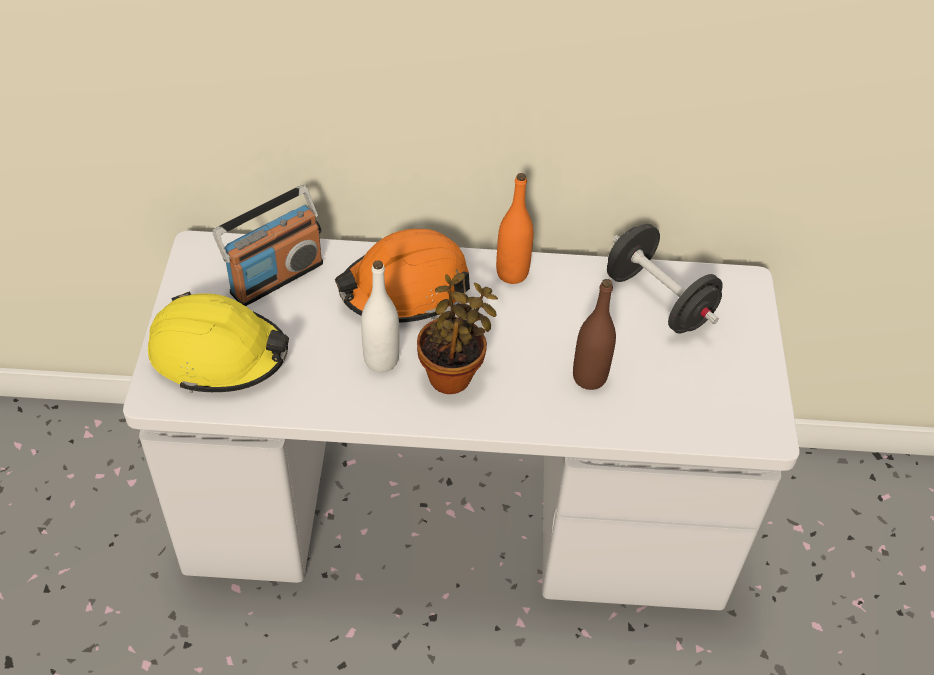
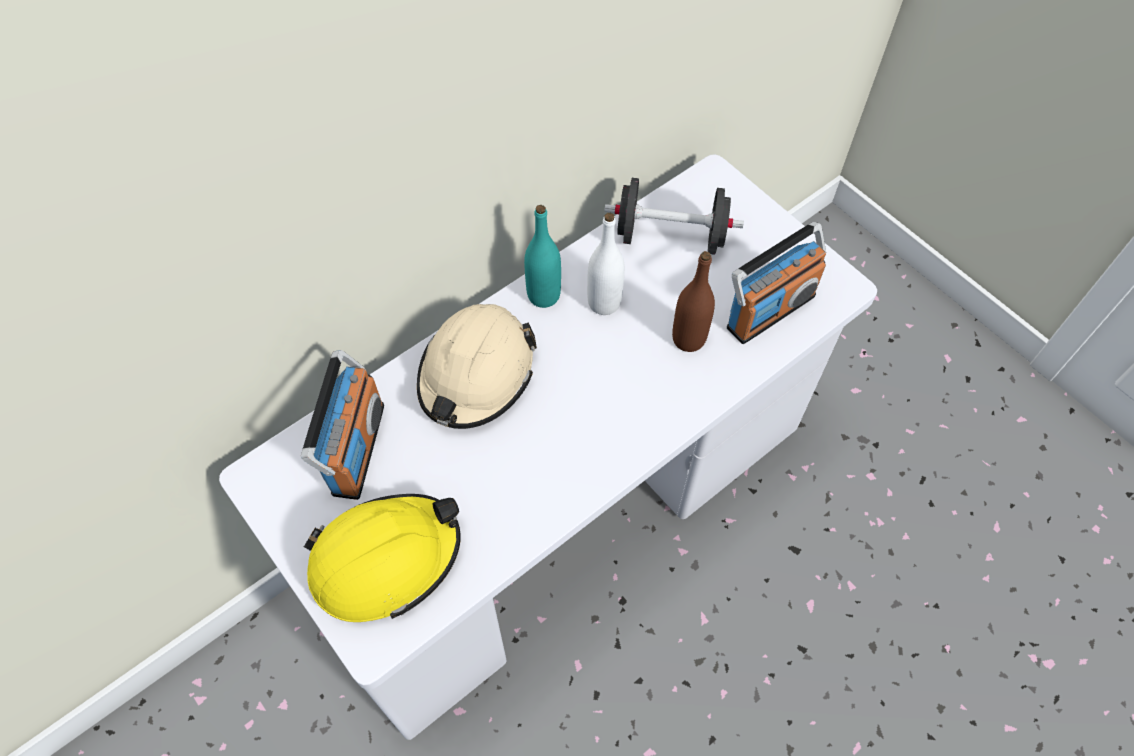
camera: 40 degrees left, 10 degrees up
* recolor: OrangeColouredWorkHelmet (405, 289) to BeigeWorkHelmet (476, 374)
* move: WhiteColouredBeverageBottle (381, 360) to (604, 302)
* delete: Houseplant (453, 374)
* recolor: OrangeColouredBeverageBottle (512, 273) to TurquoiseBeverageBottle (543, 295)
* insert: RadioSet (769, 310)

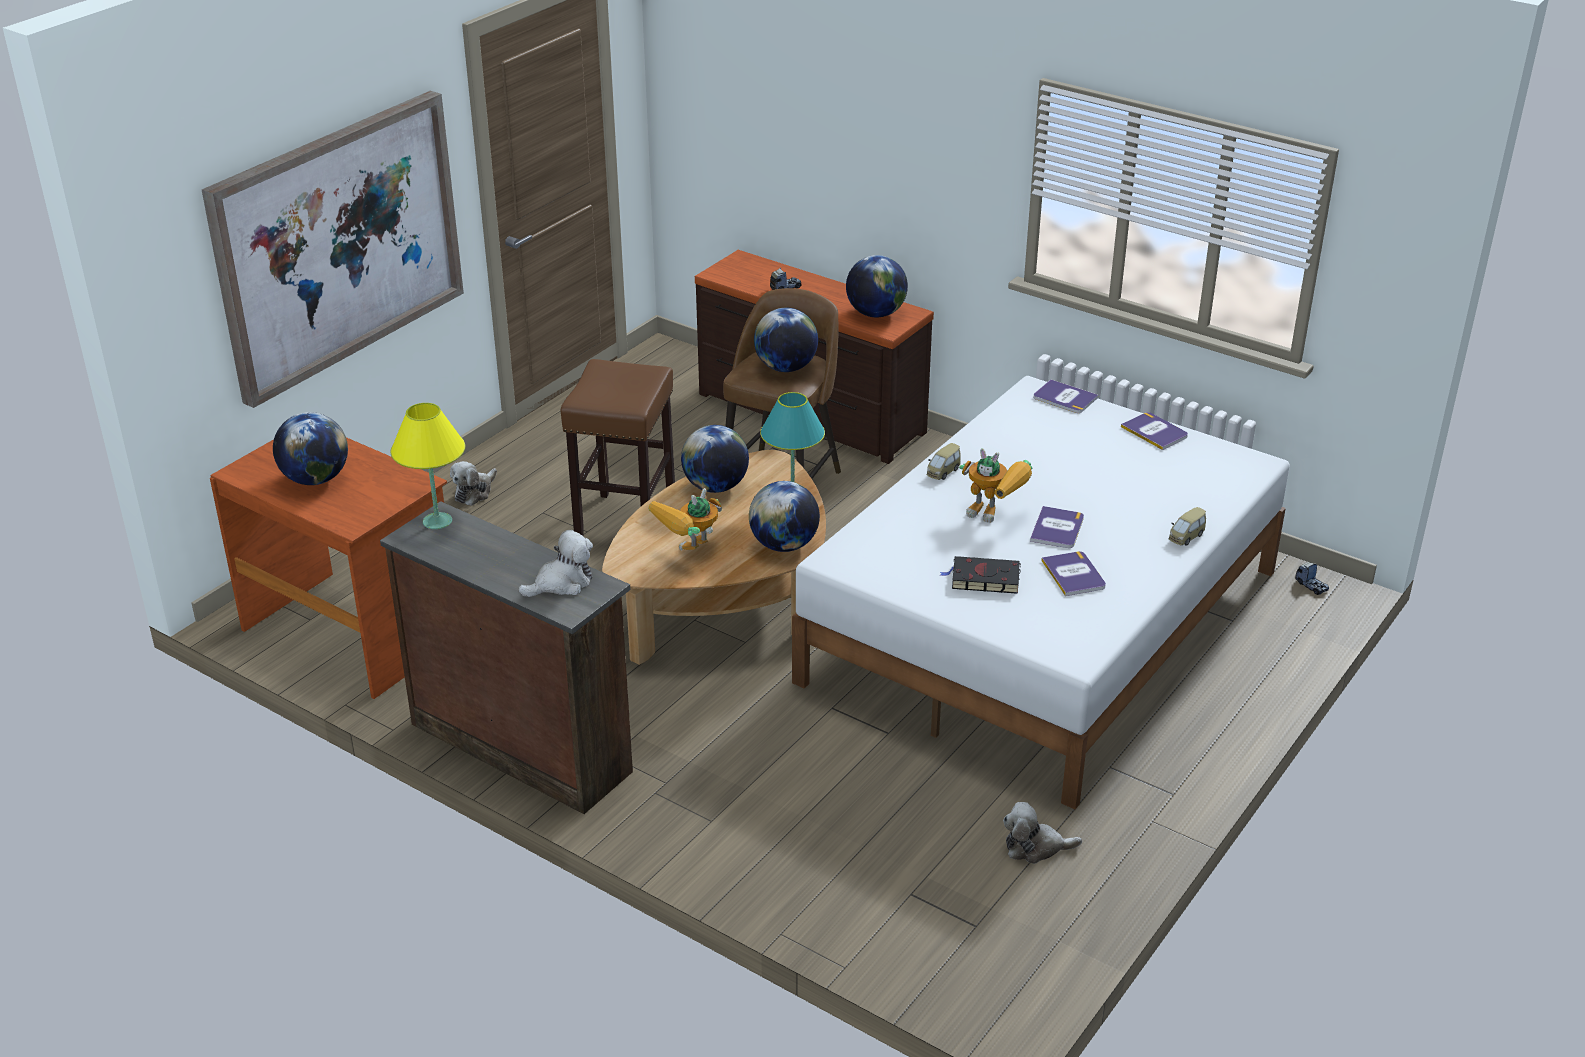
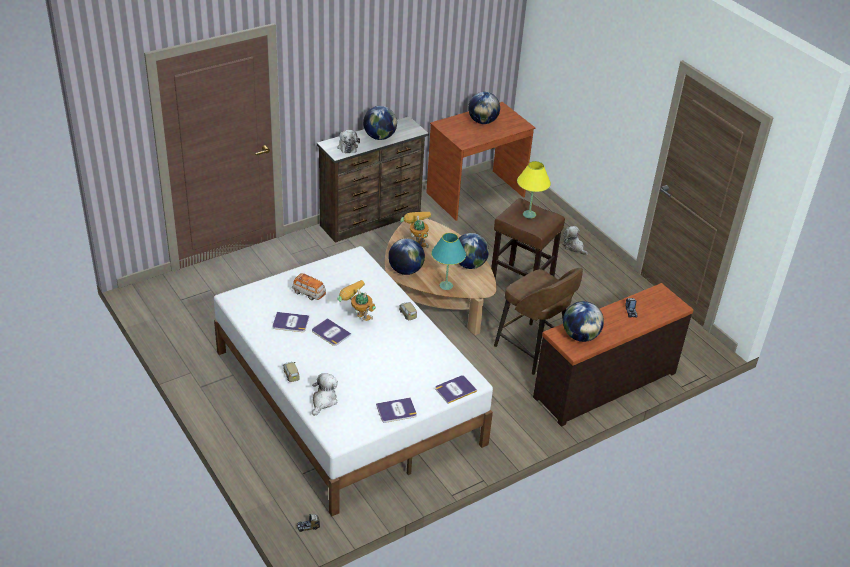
camera: 110 degrees right, 5 degrees up
* delete: WallPicture (338, 243)
* move: YellowTableLamp (437, 521) to (529, 214)
* move: WorldGlobe (786, 368) to (379, 137)
* replace: BlackBoundBook (983, 579) to ModelCar (309, 293)
* rotate: RobotFigure (995, 515) = (357, 317) 75 degrees clockwise
* move: SoftToy (1035, 847) to (323, 401)

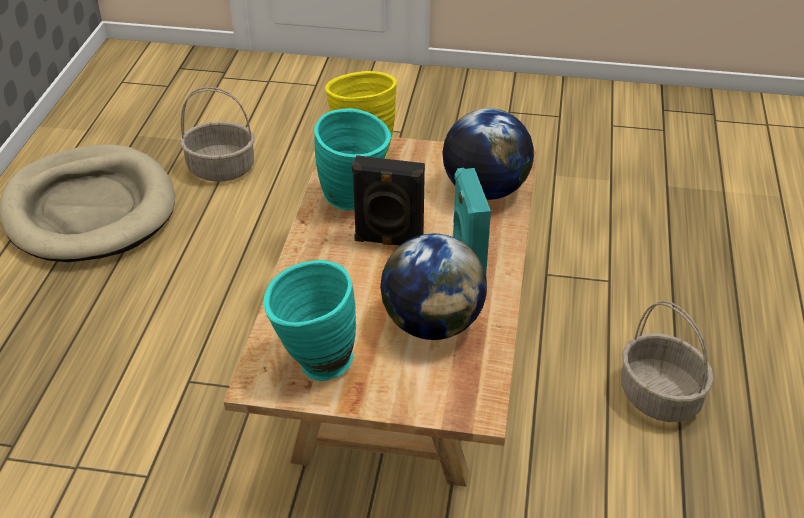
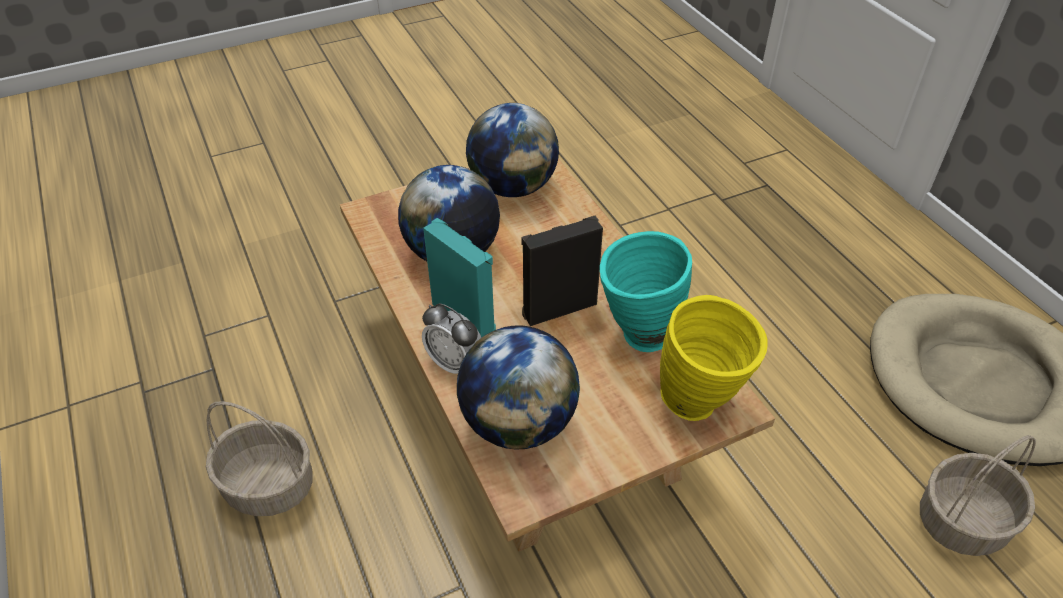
camera: 145 degrees right, 5 degrees up
* replace: TurquoiseFlowerVase (313, 365) to WorldGlobe (513, 187)
* insert: BedsideClock (454, 363)

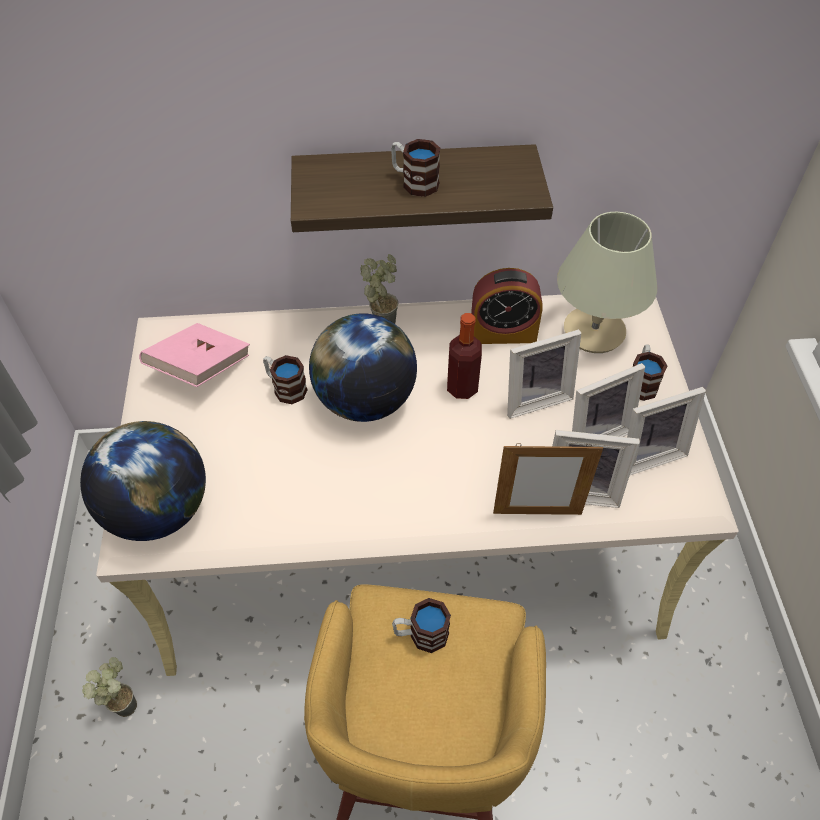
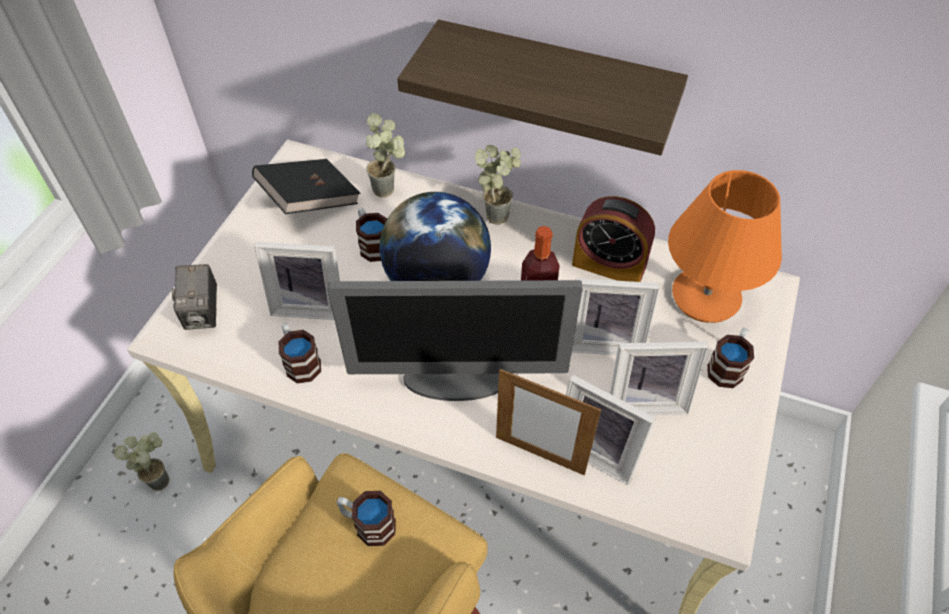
camera: 25 degrees right, 0 degrees up
* replace: WorldGlobe (159, 510) to PhotoCamera (203, 313)
* recolor: PinkColouredBoundBook (200, 368) to BlackBoundBook (310, 201)
* move: Mug (414, 182) to (300, 362)
* recolor: BeigeTableLamp (594, 332) to OrangeColouredTableLamp (706, 297)
* move: PictureFrame (646, 454) to (310, 305)
* insert: ComputerDisplay (458, 379)
* insert: Houseplant (390, 190)

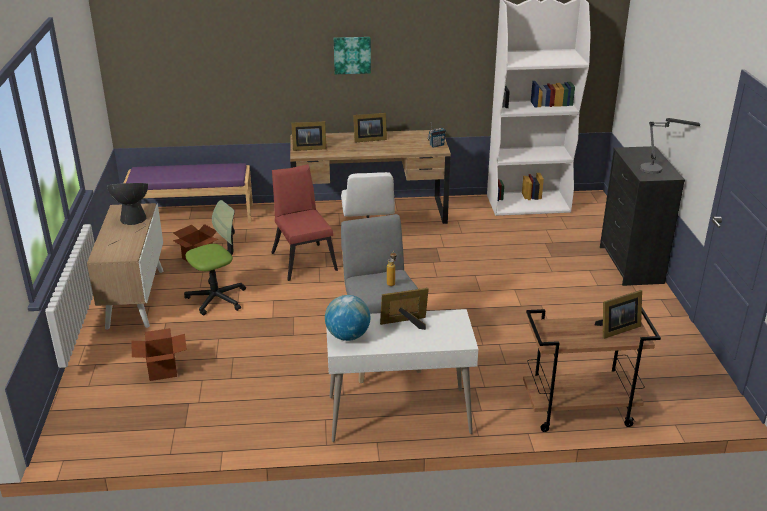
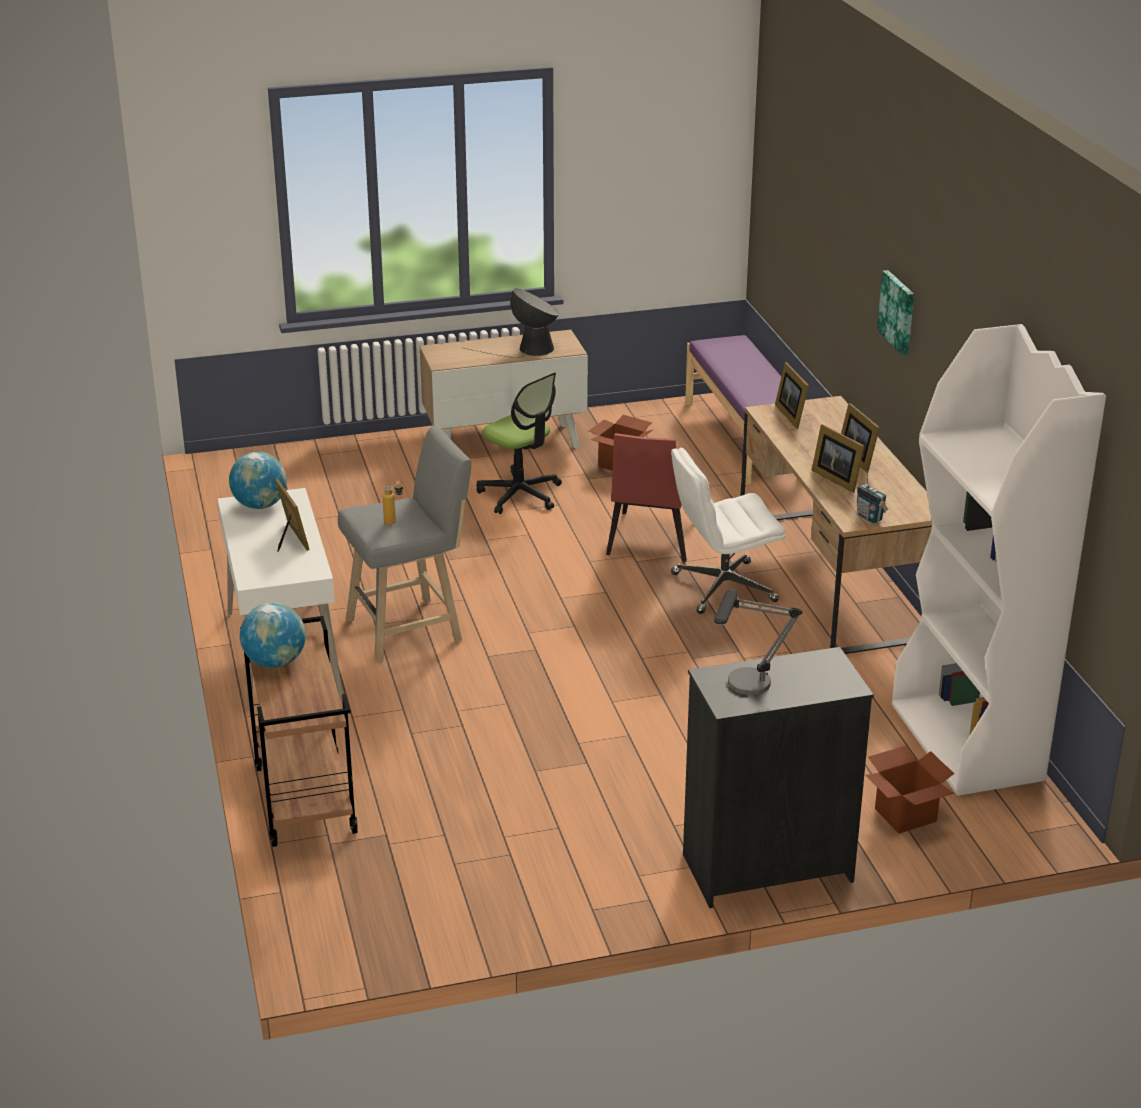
camera: 80 degrees right, 0 degrees up
* move: PackingBox (162, 370) to (905, 815)
* rotate: ReddishChair (303, 259) = (650, 541) 135 degrees clockwise
* move: PictureFrame (616, 329) to (836, 478)
* insert: WorldGlobe (275, 662)

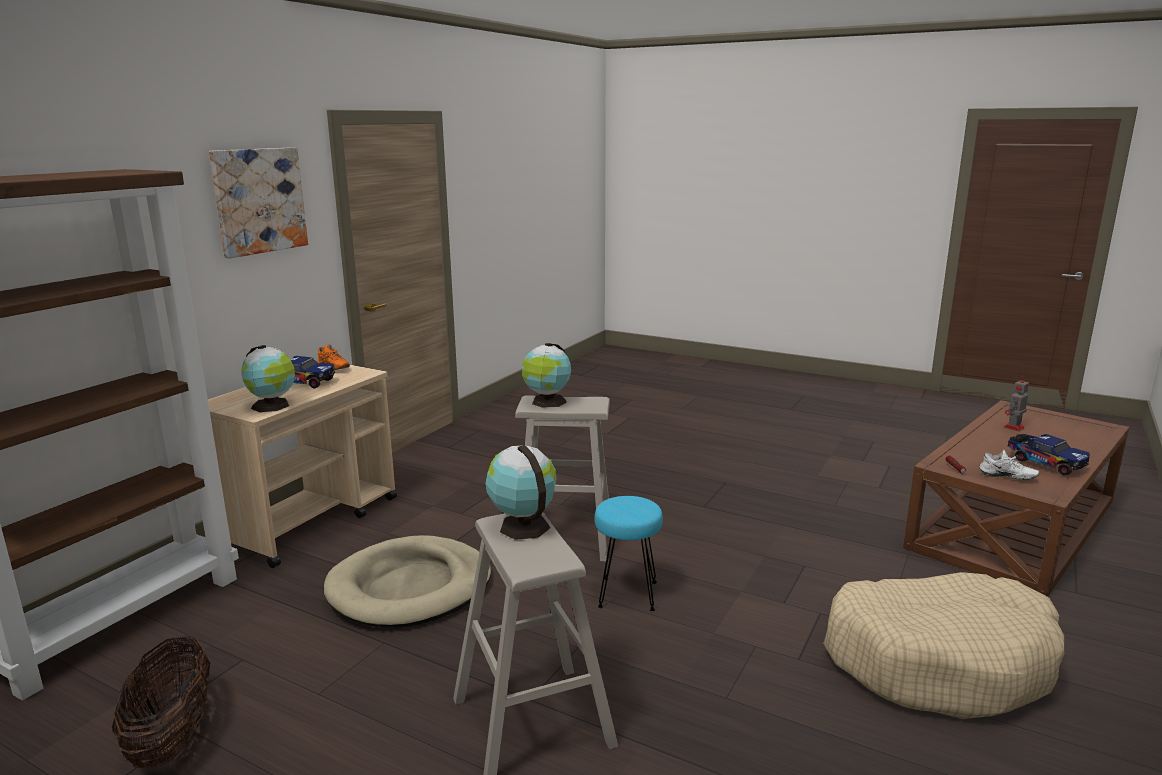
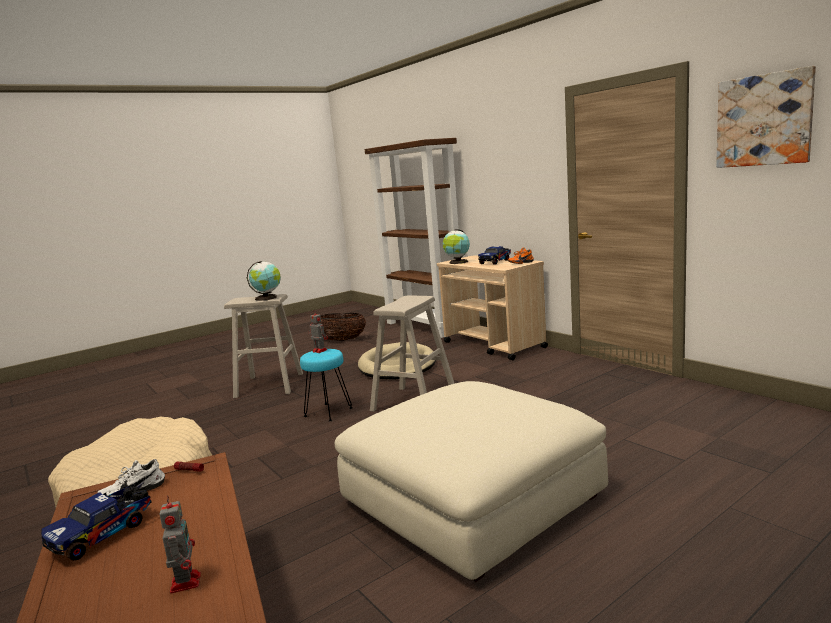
camera: 115 degrees right, 5 degrees down
* move: WallPicture (259, 200) to (764, 120)
* delete: WorldGlobe (547, 402)
* rotate: ToyTruck (1044, 463) = (104, 533) 45 degrees counterclockwise
* insert: RobotFigure (319, 350)
* insert: BeigePouffe (472, 499)

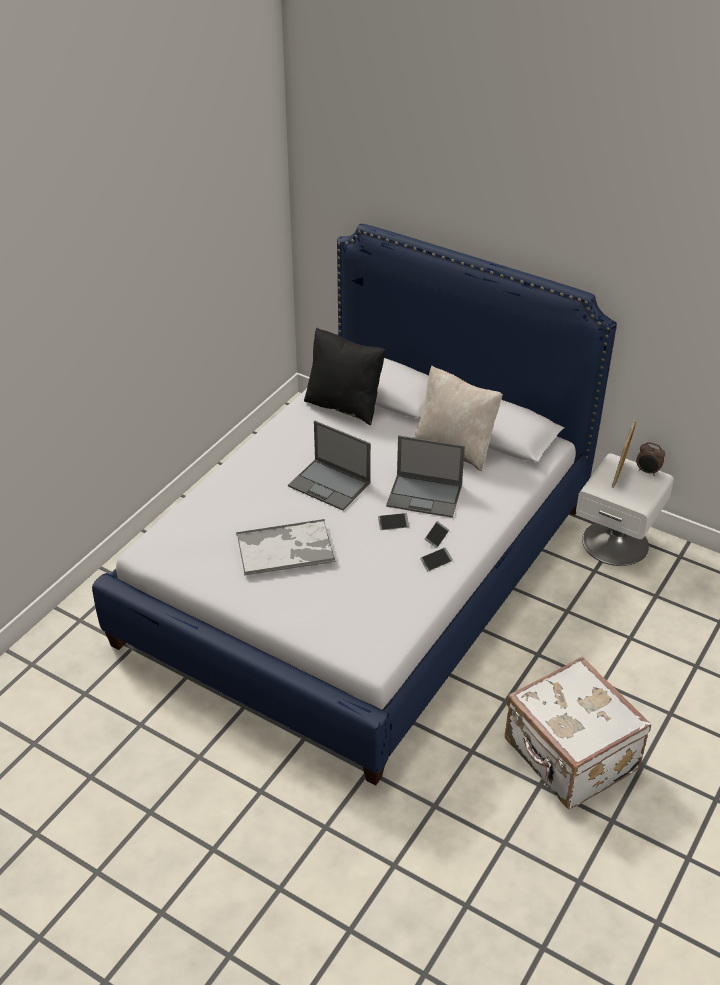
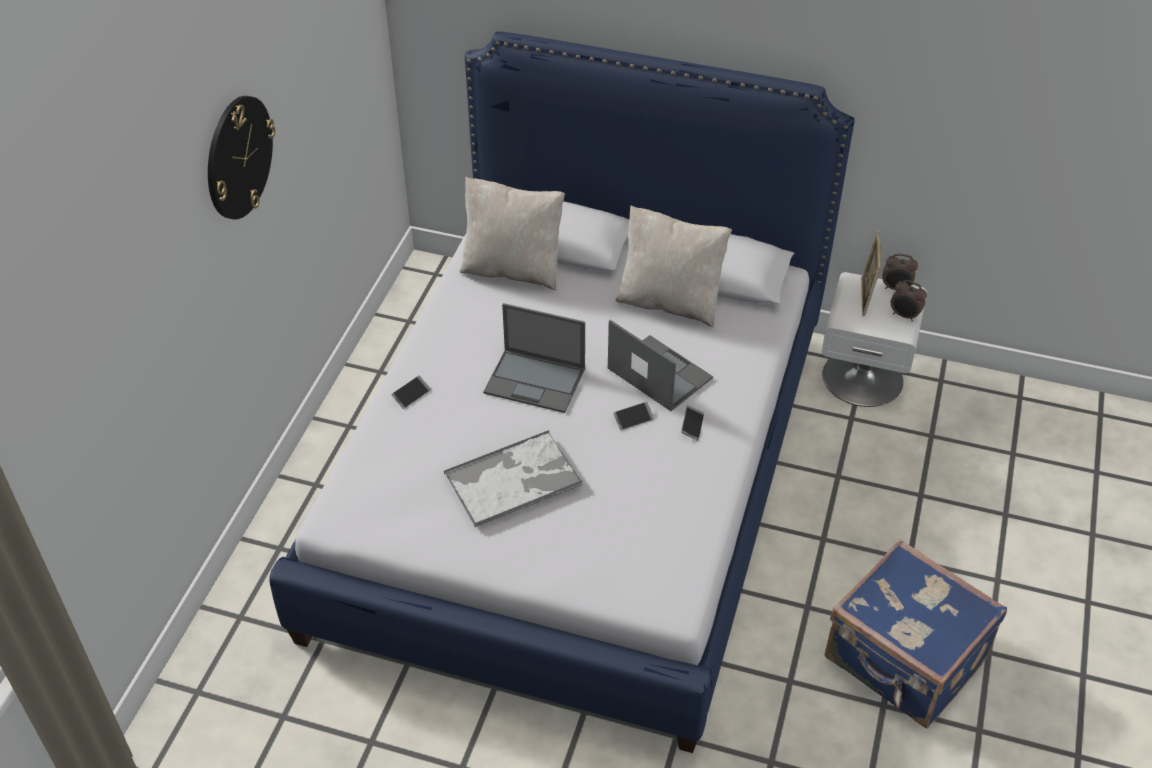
camera: 15 degrees left, 5 degrees up
* recolor: BlackThrowPillow (344, 405) to BeigeThrowPillow (513, 269)
* rotate: Laptop (425, 496) = (658, 373) 135 degrees counterclockwise
* move: Telephone (436, 562) to (411, 395)
* recolor: WhiteColouredTravelCase (569, 757) to BlueColouredTravelCase (904, 662)
* insert: ClockOnTheWall (238, 157)
* insert: BedsideClock (904, 316)

